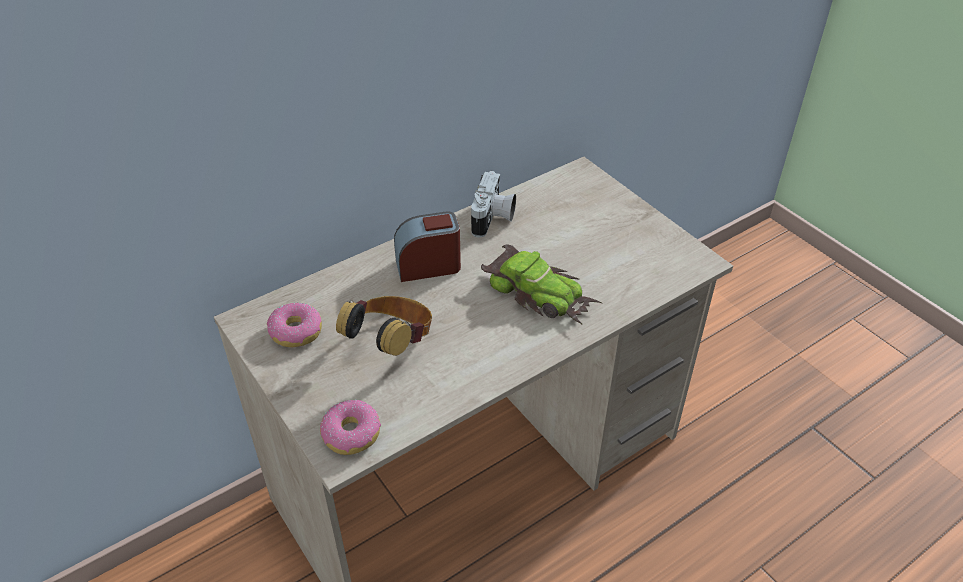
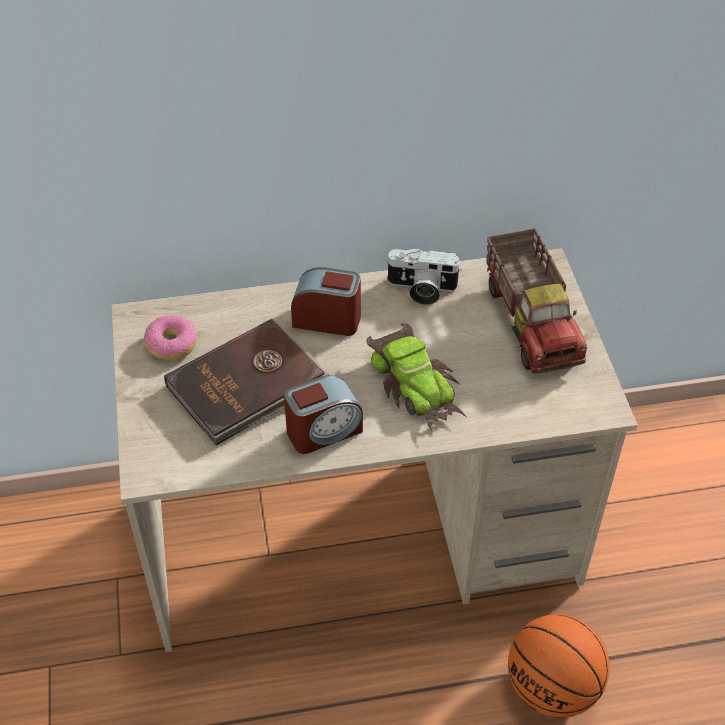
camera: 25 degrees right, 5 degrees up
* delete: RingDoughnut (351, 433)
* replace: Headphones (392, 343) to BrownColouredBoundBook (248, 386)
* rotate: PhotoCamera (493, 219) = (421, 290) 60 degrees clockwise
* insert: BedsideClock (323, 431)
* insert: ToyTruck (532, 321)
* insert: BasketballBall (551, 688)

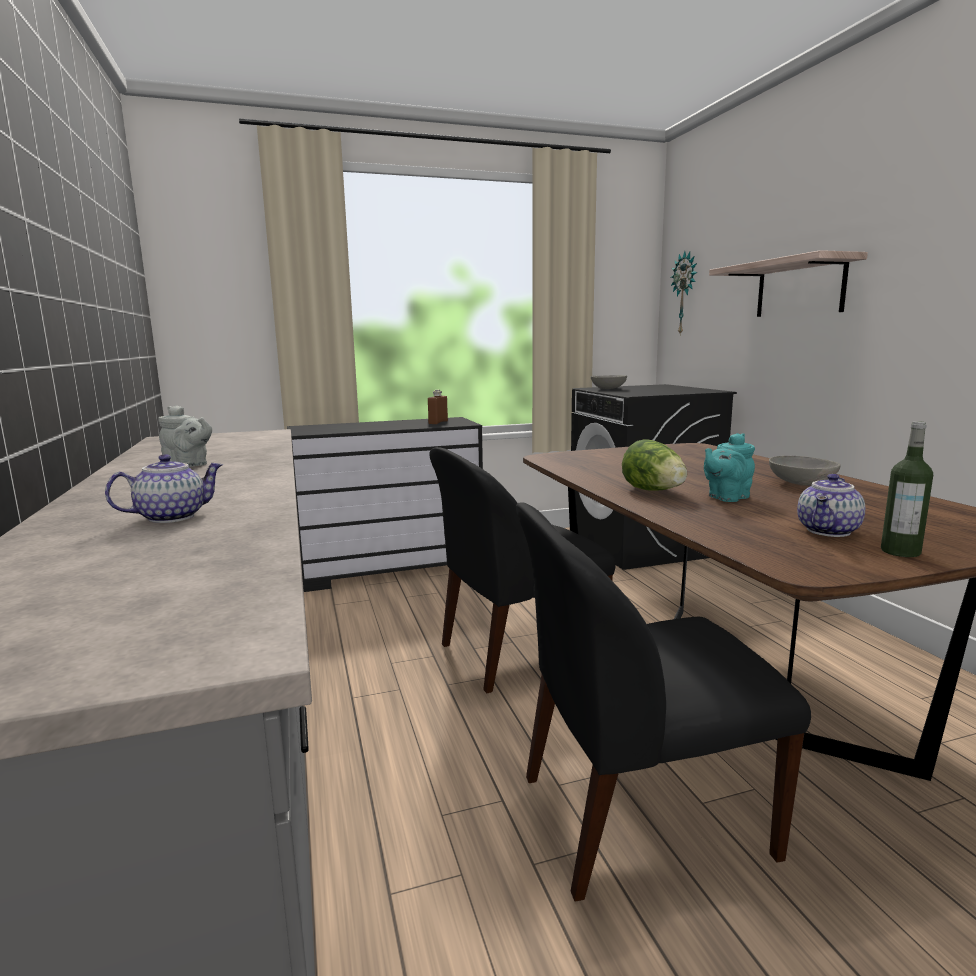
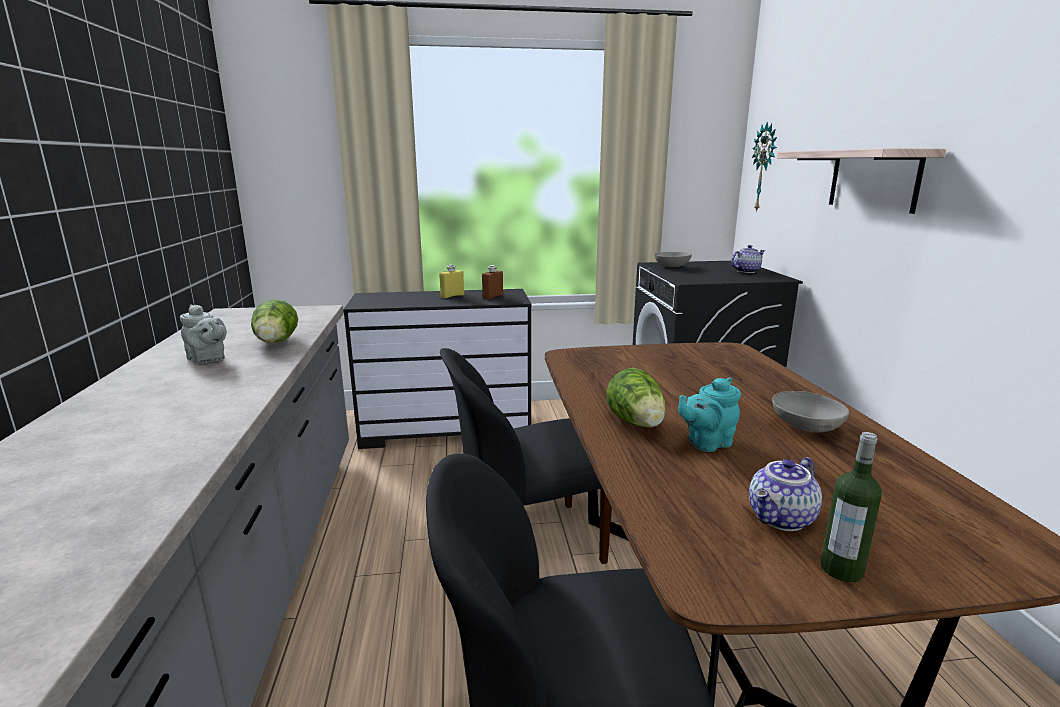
camera: 10 degrees right, 5 degrees up
* move: Teapot (172, 517) to (746, 271)
* insert: HeadOfLettuce (276, 343)
* insert: YellowBeverageBottle (452, 296)

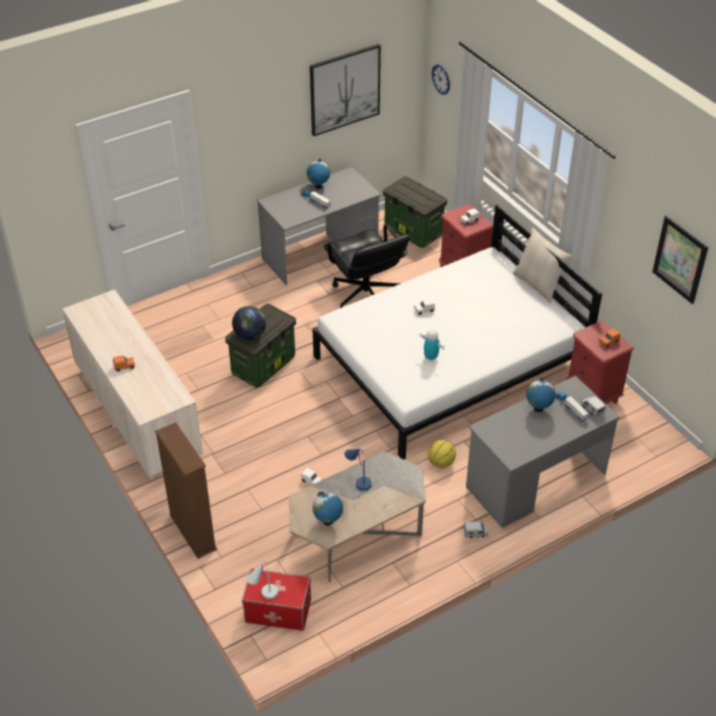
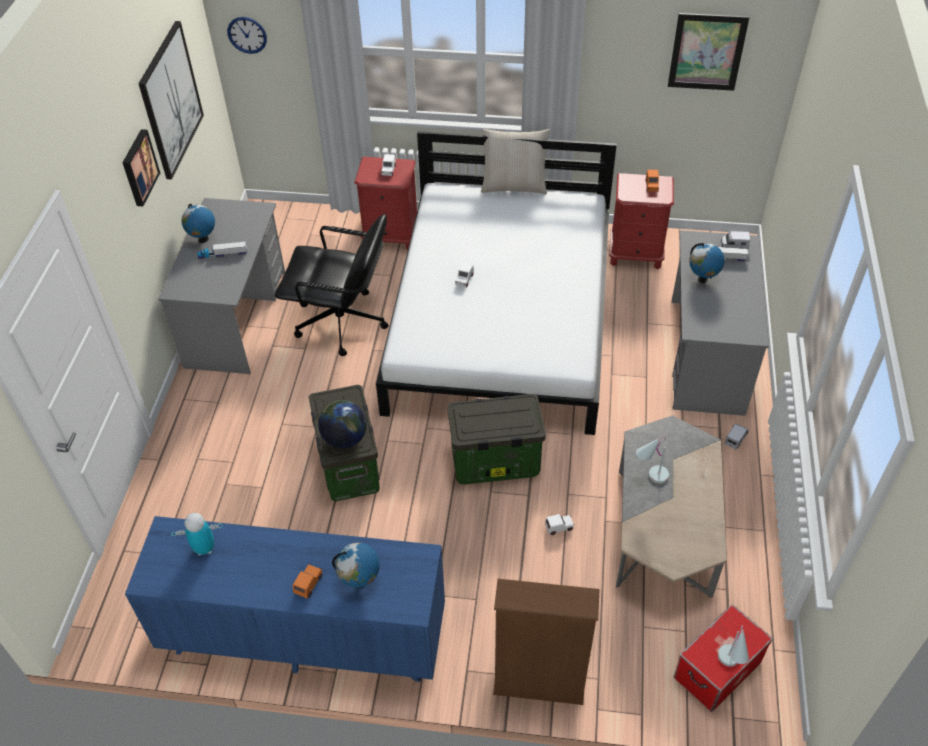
camera: 50 degrees left, 5 degrees up
* recolor: BeigeChestOfDrawers (137, 416) to BlueColouredChestOfDrawers (303, 635)
* move: WorldGlobe (328, 522) to (360, 581)
* recolor: BlueColouredTableLamp (357, 481) to WhiteColouredTableLamp (649, 477)
* move: StorageBox (412, 231) to (494, 463)
* move: RobotFigure (430, 357) to (204, 549)
* delete: BasketballBall (440, 463)
* insert: WallPicture (138, 167)

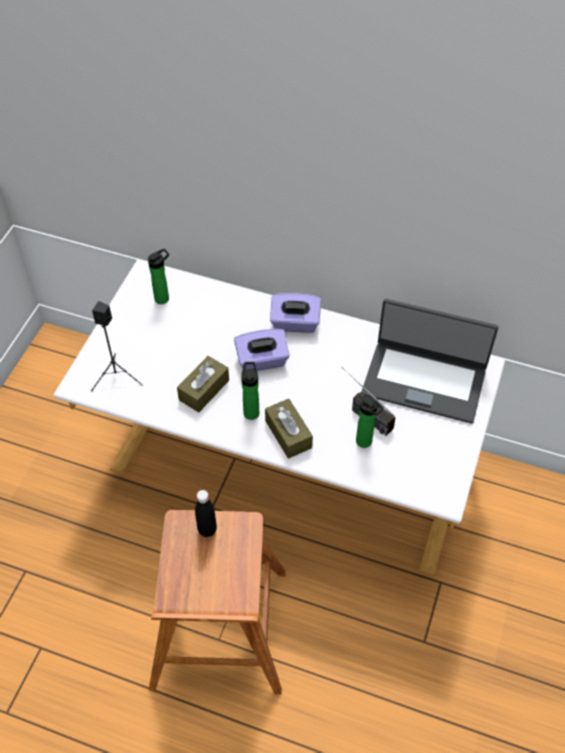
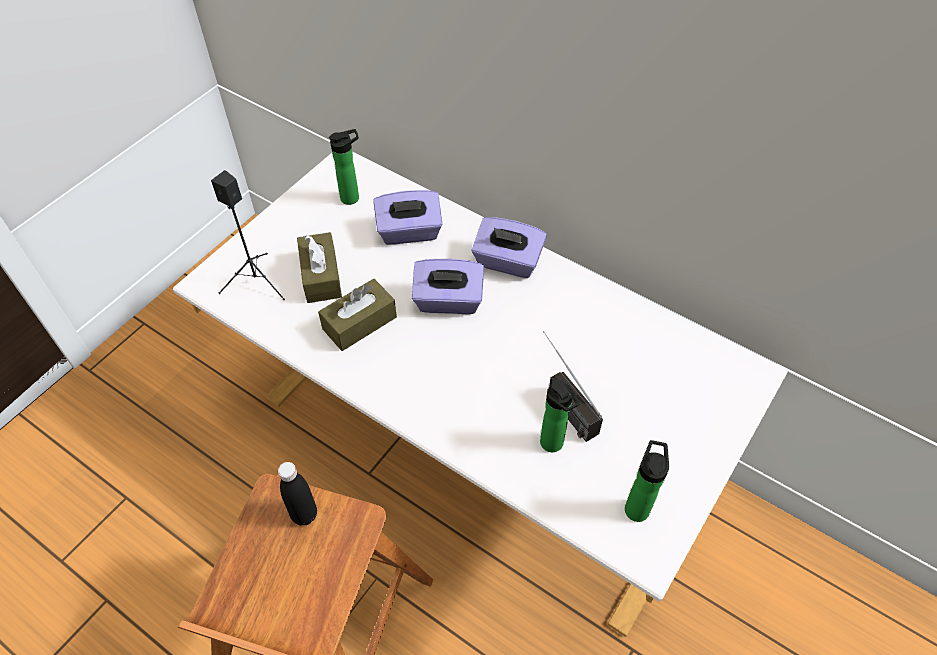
camera: 15 degrees right, 0 degrees up
* move: BeverageBottle (251, 411) to (637, 506)
* move: BrownColouredBoxOfTissues (288, 434) to (321, 276)
* delete: Laptop (424, 381)
* insert: PurpleBoxOfTissues (409, 232)

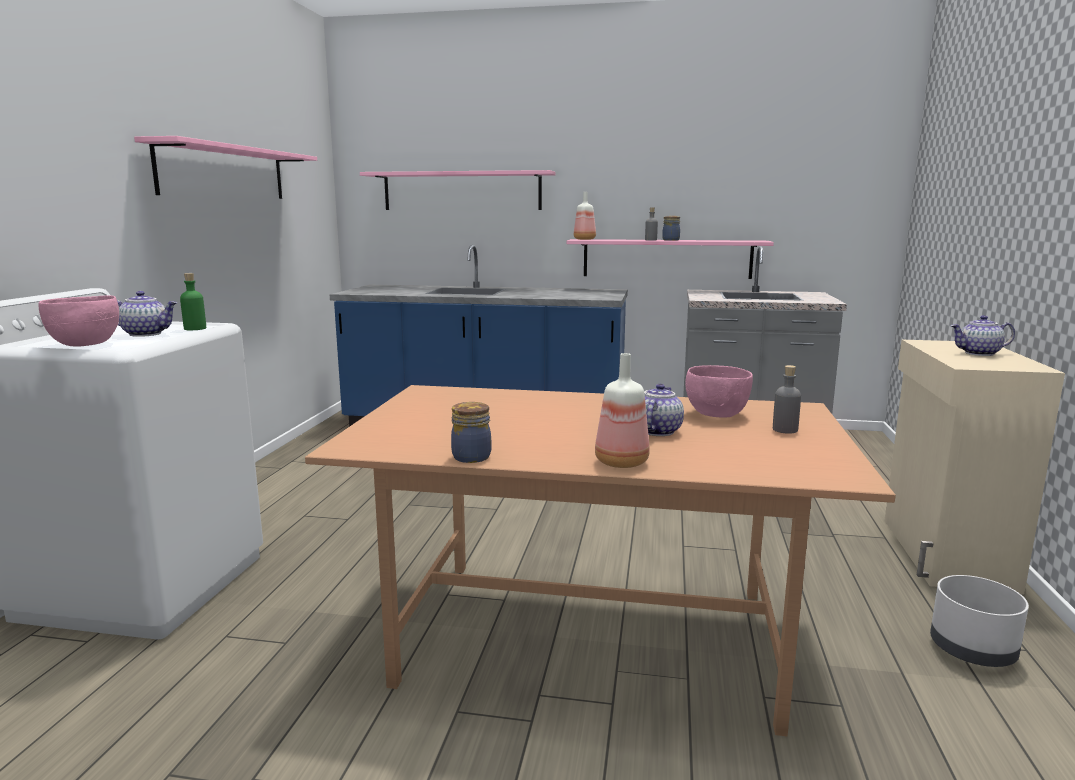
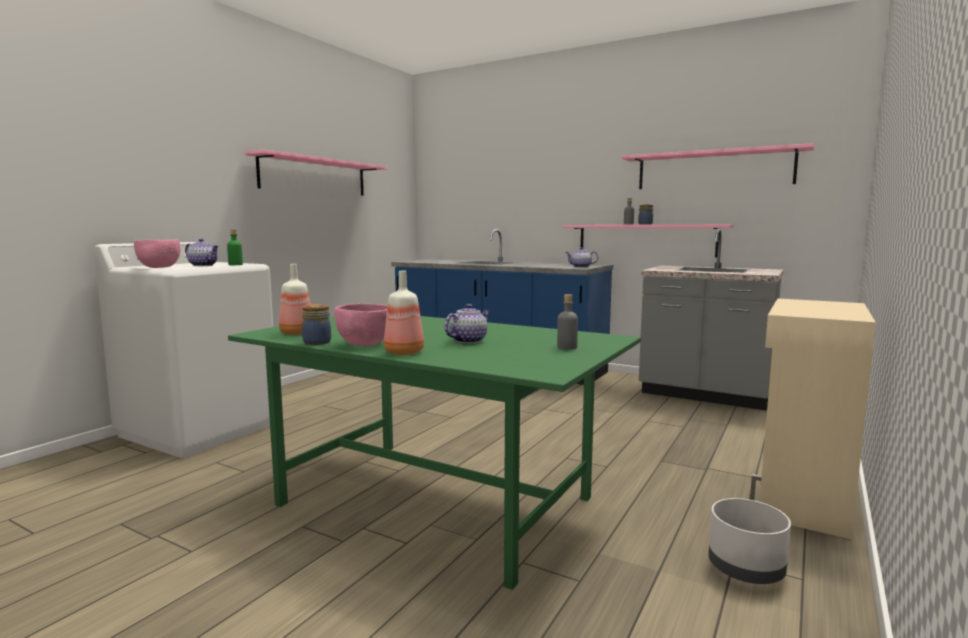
camera: 20 degrees right, 5 degrees down
* recolor: BrownColouredKitchenTable (588, 637) to GreenColouredKitchenTable (432, 501)
* move: PinkColouredBracketShelf (462, 191) to (713, 170)
* move: BeverageBottle (584, 239) to (297, 333)
* move: PinkColouredBowl (716, 415) to (363, 344)
* move: Teapot (979, 353) to (580, 267)

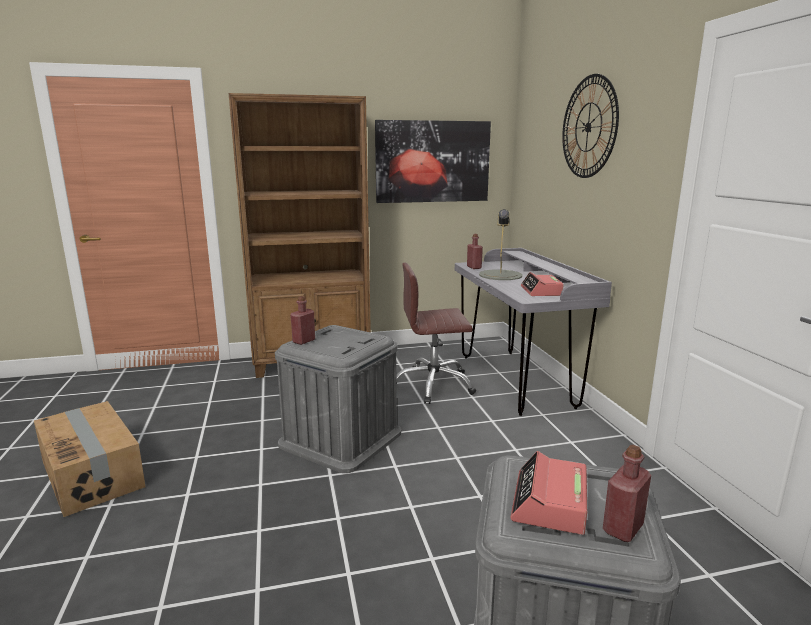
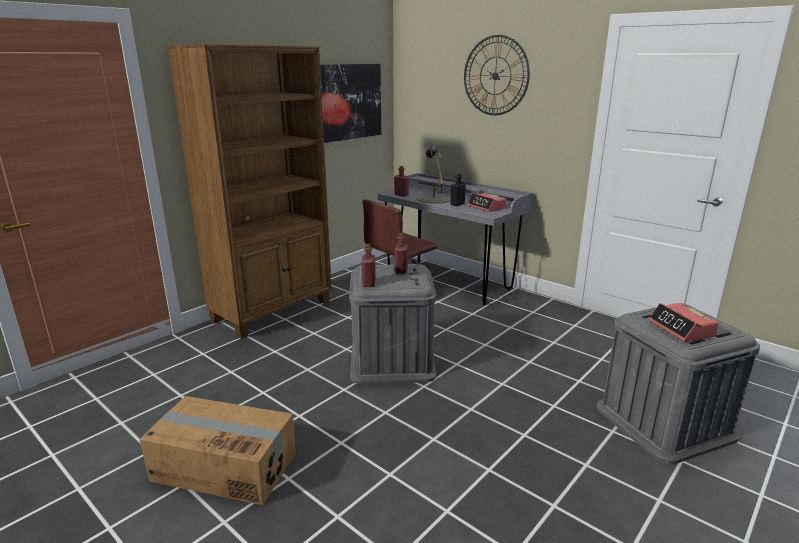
camera: 35 degrees left, 5 degrees up
* move: ReddishBeverageBottle (622, 528) to (401, 270)
* insert: BlackBeverageBottle (457, 204)

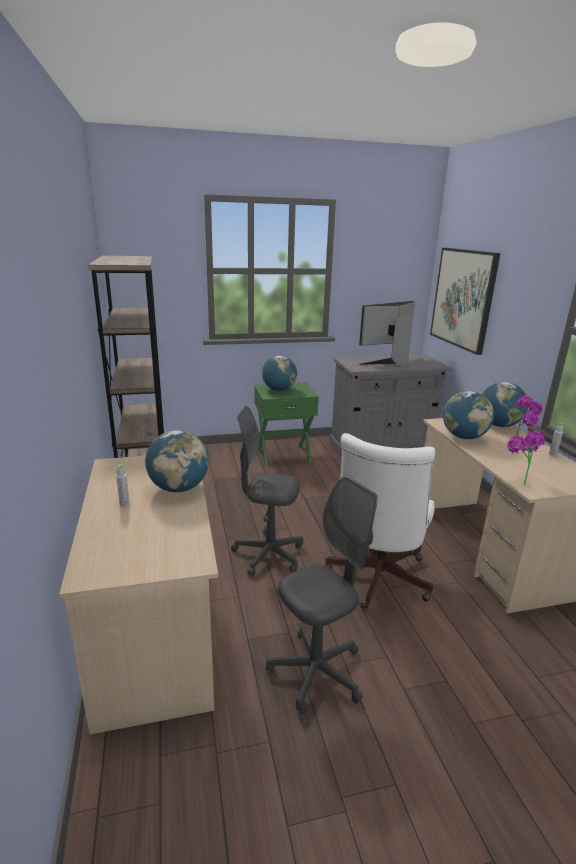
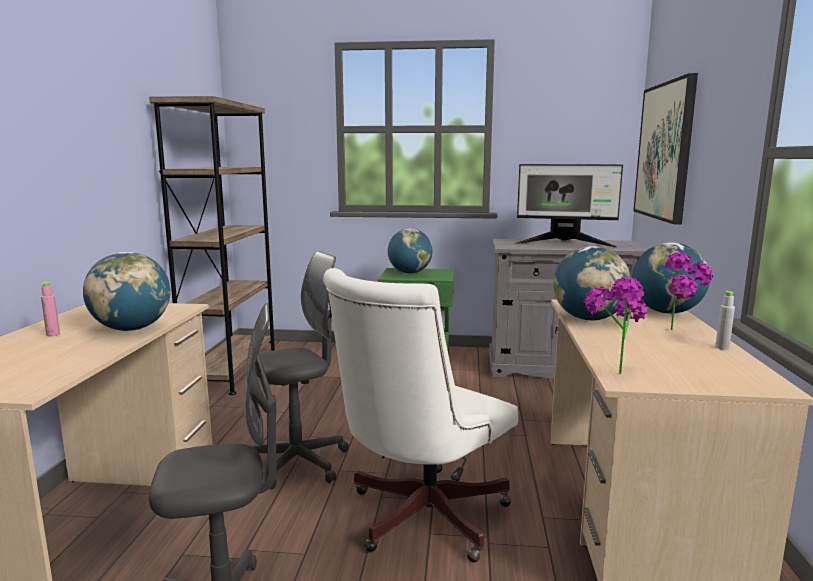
camera: 20 degrees right, 10 degrees down
* recolor: GreyBeverageBottle (124, 503) to PinkColouredBeverageBottle (53, 334)
* rotate: GreyOfficeChair (268, 555) = (299, 463) 120 degrees clockwise
* rotate: ComputerDisplay (390, 362) = (565, 243) 150 degrees counterclockwise

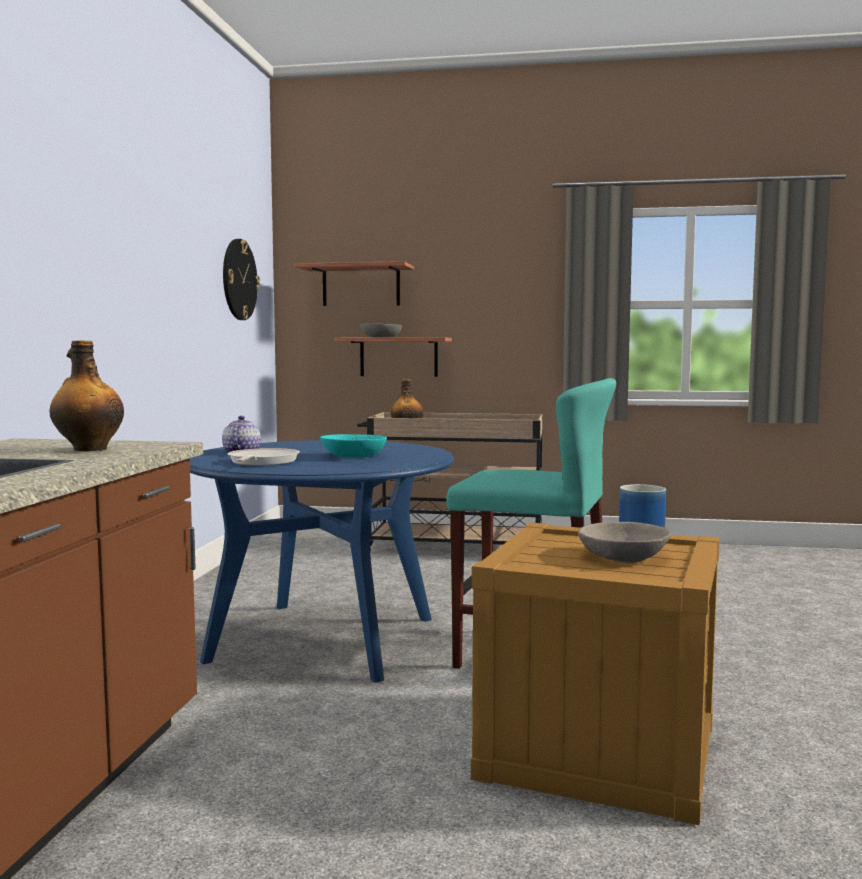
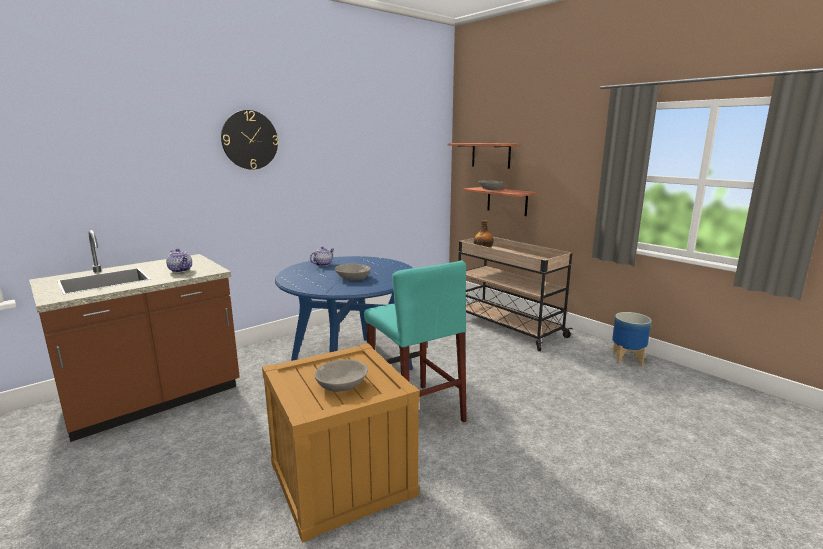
camera: 40 degrees right, 10 degrees up
* replace: BeverageBottle (89, 449) to Teapot (181, 270)
* move: ClockOnTheWall (239, 279) to (250, 140)
* delete: FryingPan (261, 462)
* recolor: TurquoiseBowl (353, 456) to GreyBowl (353, 278)

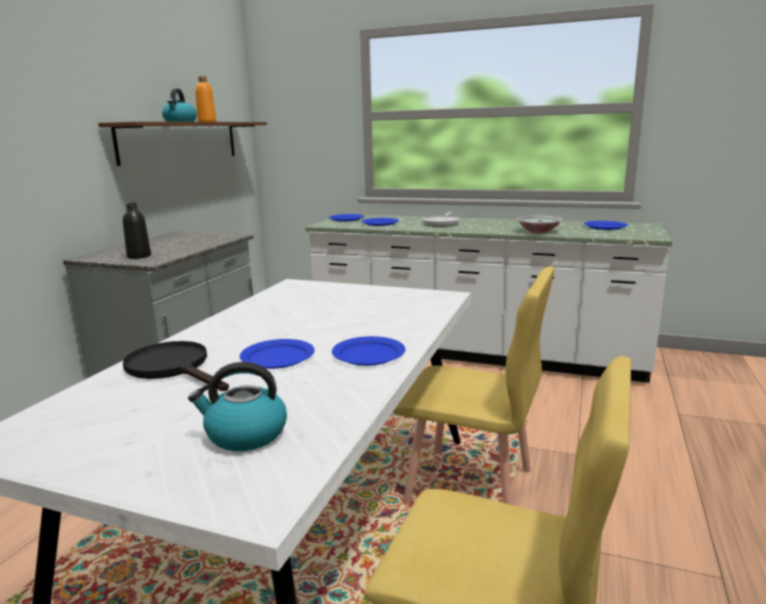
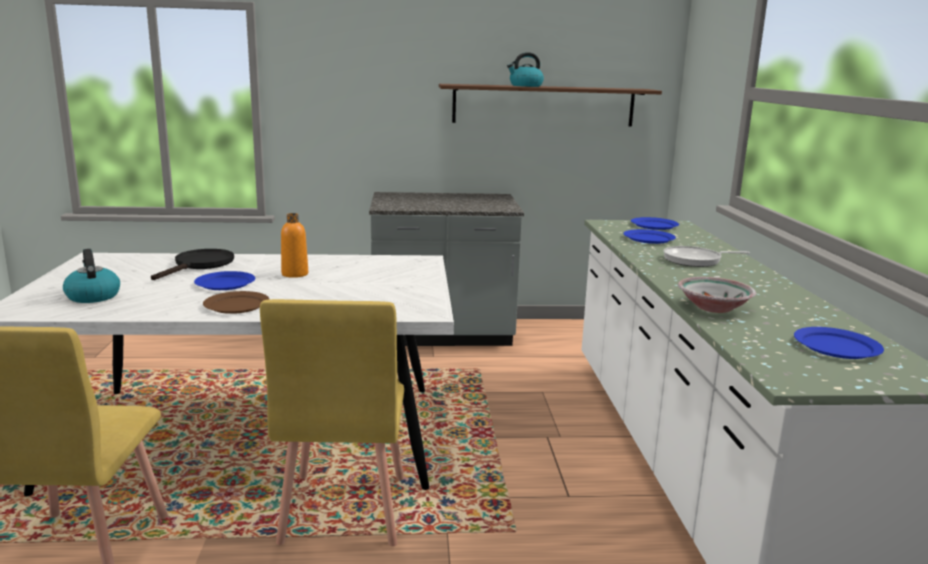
camera: 65 degrees right, 0 degrees up
* delete: BlackBeverageBottle (139, 256)
* move: OrangeColouredBeverageBottle (207, 121) to (295, 274)
* recolor: BlueColouredFlatDish (369, 354) to BrownColouredFlatDish (237, 305)

